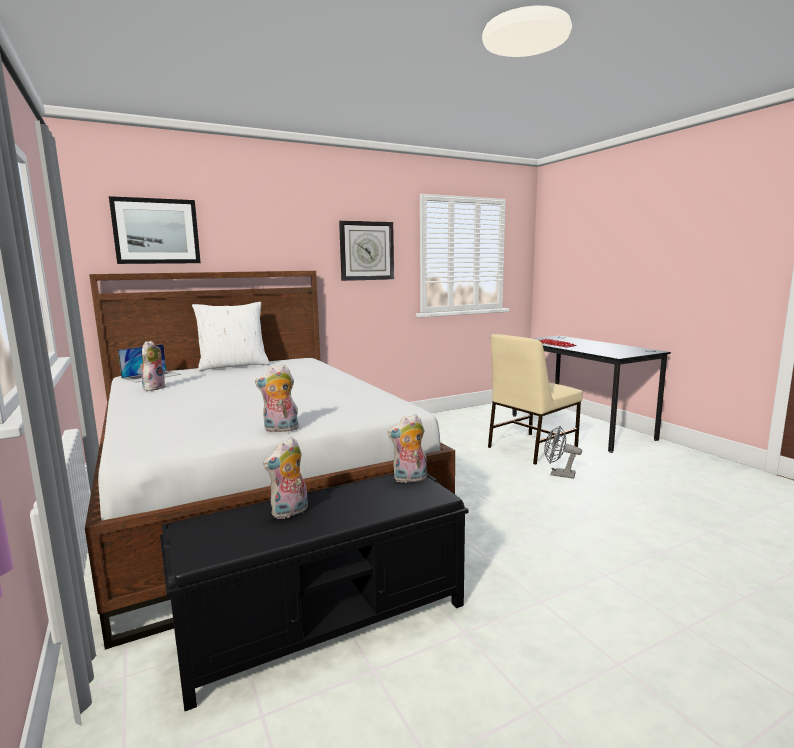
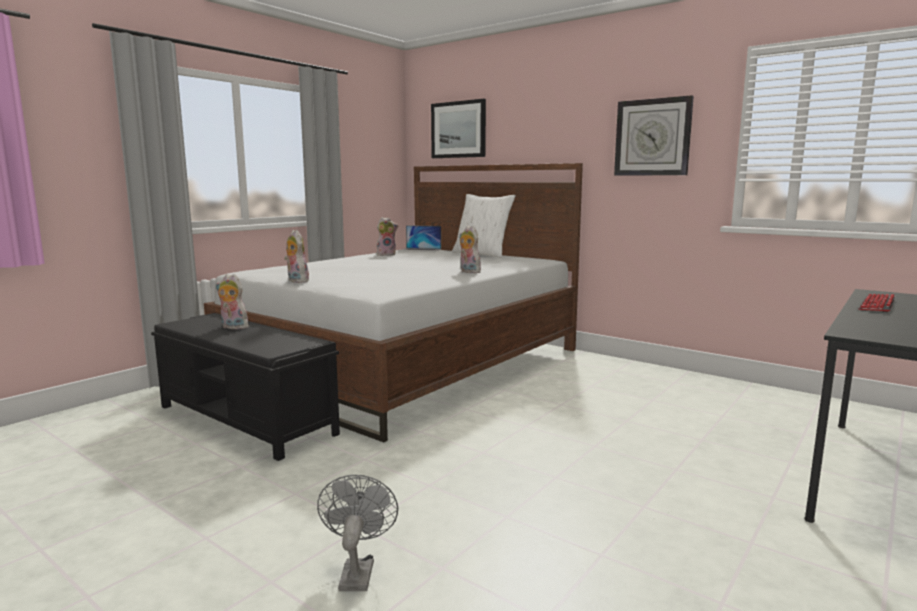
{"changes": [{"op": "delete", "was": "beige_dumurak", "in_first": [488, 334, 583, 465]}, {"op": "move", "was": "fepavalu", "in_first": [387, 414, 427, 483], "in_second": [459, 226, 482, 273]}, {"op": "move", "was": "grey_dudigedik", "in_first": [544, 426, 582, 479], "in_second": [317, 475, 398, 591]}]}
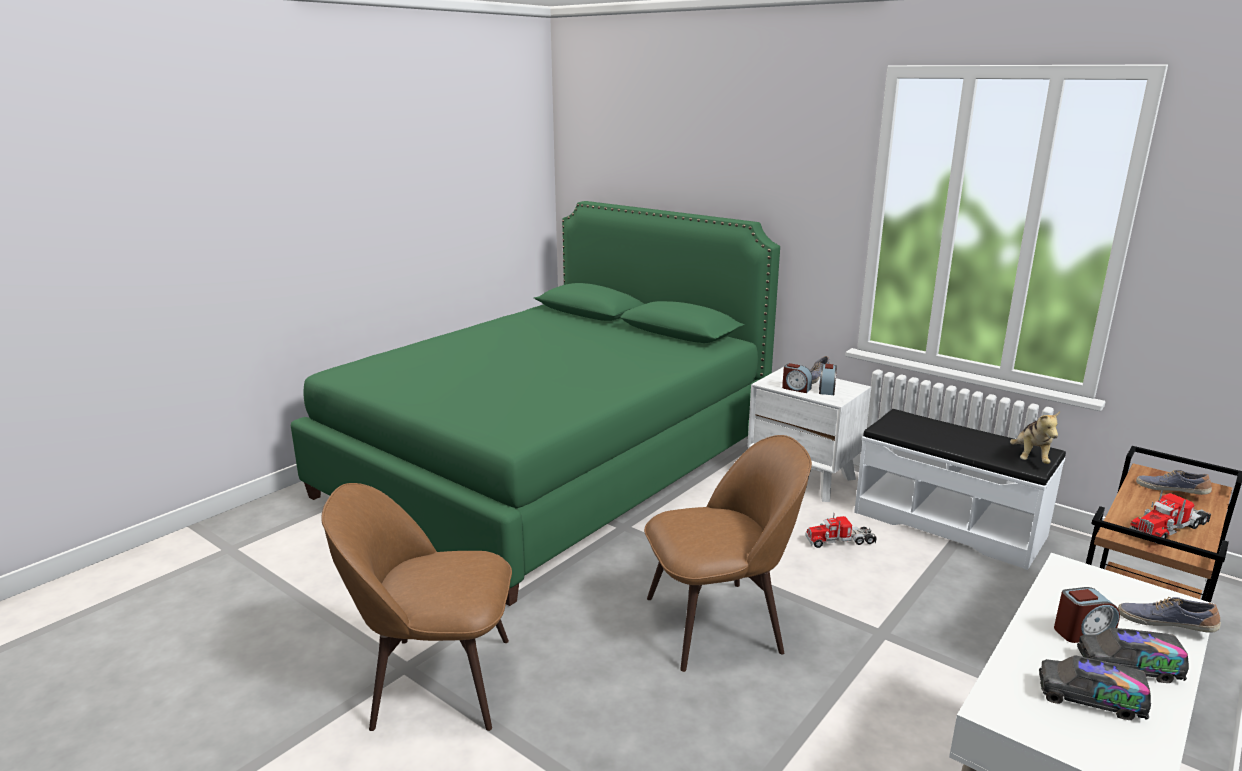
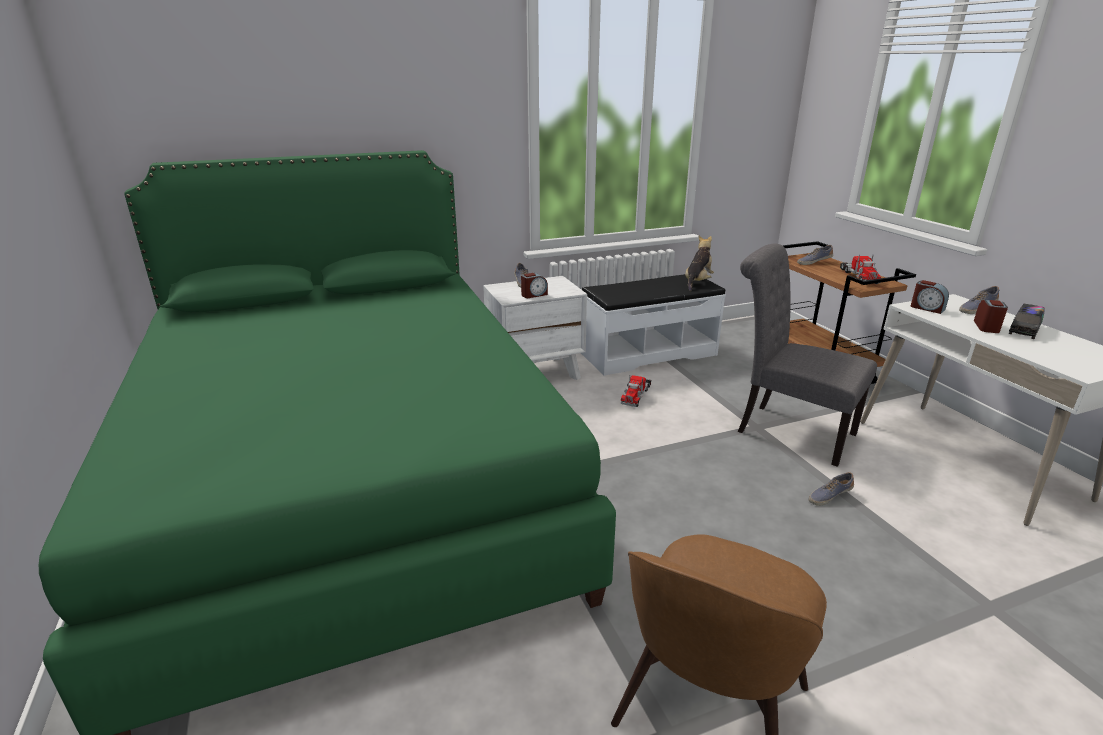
{"changes": [{"op": "delete", "was": "brown_dumurak", "in_first": [644, 435, 812, 672]}, {"op": "delete", "was": "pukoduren", "in_first": [1039, 655, 1151, 720]}, {"op": "insert", "now": "grey_dumurak", "in_second": [738, 244, 877, 467]}, {"op": "insert", "now": "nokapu", "in_second": [809, 472, 854, 506]}, {"op": "move", "was": "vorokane", "in_first": [819, 364, 837, 395], "in_second": [911, 280, 949, 314]}, {"op": "rotate", "was": "fepavalu", "in_first": [1010, 411, 1060, 464], "in_second": [685, 236, 714, 291], "clockwise": -105}]}
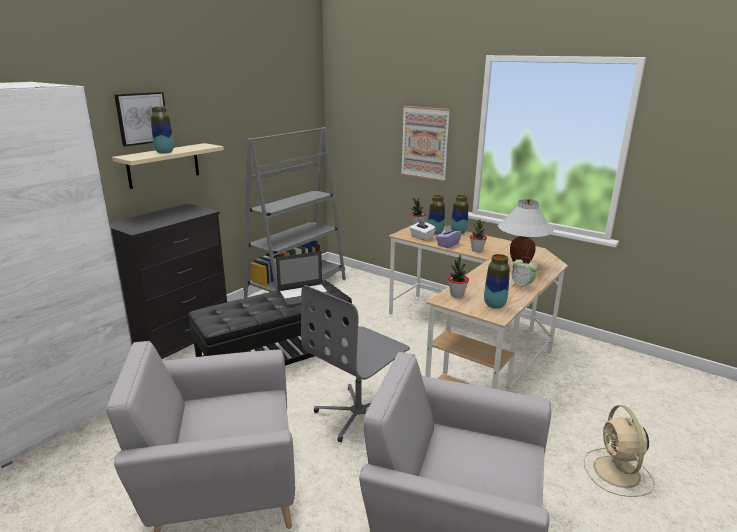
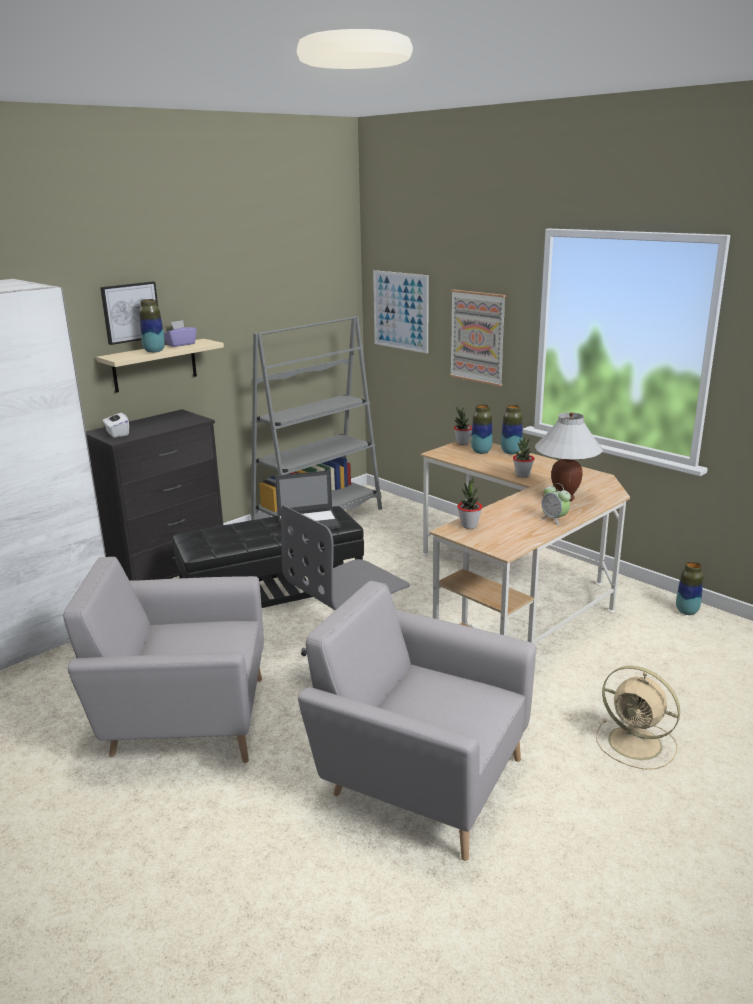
{"changes": [{"op": "insert", "now": "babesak", "in_second": [373, 270, 429, 353]}, {"op": "move", "was": "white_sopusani", "in_first": [410, 220, 436, 241], "in_second": [103, 410, 129, 438]}, {"op": "move", "was": "purple_sopusani", "in_first": [436, 225, 462, 248], "in_second": [164, 320, 197, 347]}, {"op": "move", "was": "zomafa", "in_first": [484, 254, 510, 309], "in_second": [676, 562, 703, 615]}, {"op": "rotate", "was": "beige_dudigedik", "in_first": [584, 405, 655, 497], "in_second": [596, 666, 680, 769], "clockwise": -60}]}
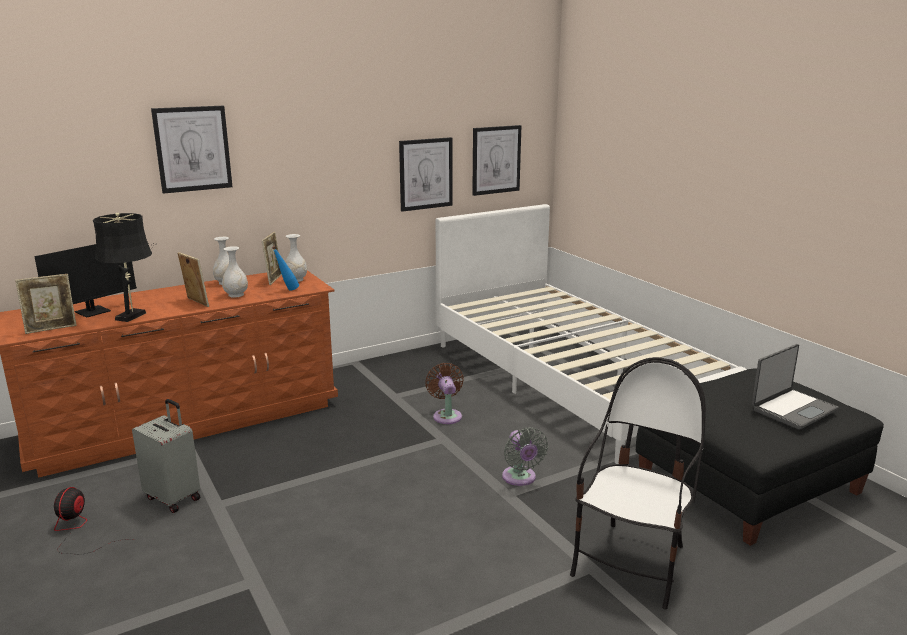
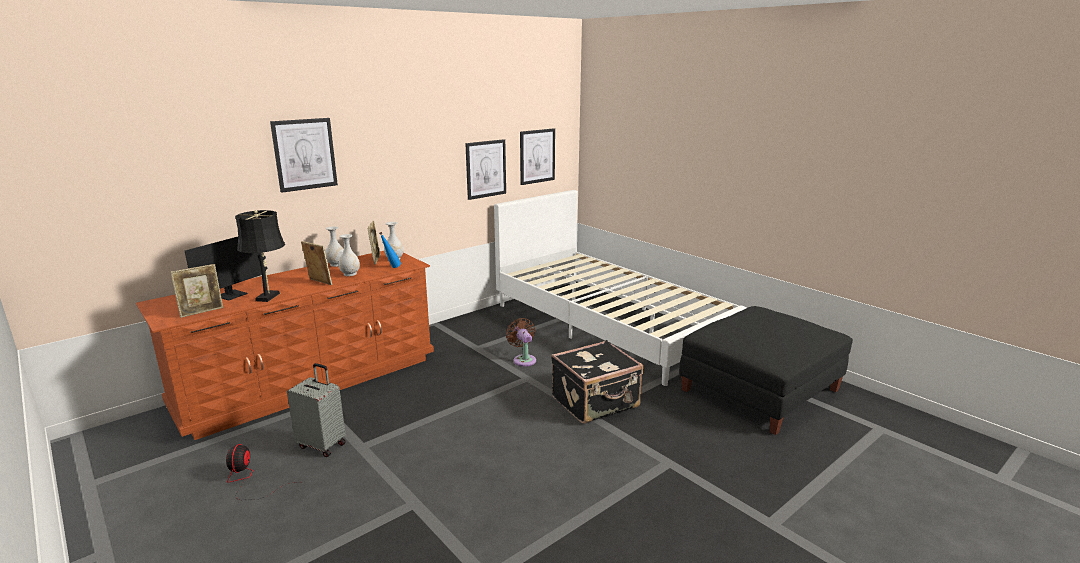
{"changes": [{"op": "delete", "was": "dumurak", "in_first": [570, 357, 706, 610]}, {"op": "delete", "was": "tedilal", "in_first": [752, 344, 839, 430]}, {"op": "replace", "was": "grey_dudigedik", "now": "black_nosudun", "in_first": [502, 428, 548, 486], "in_second": [551, 340, 643, 424]}]}
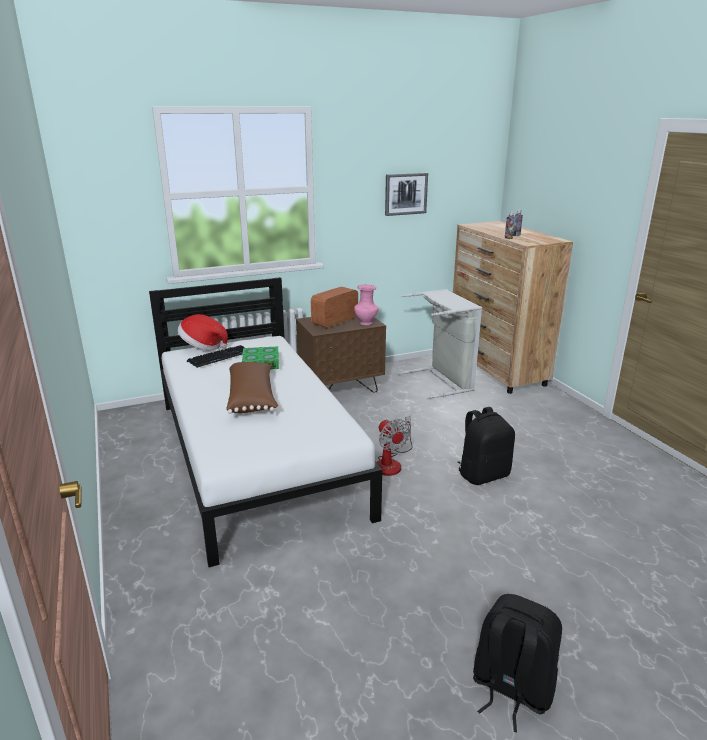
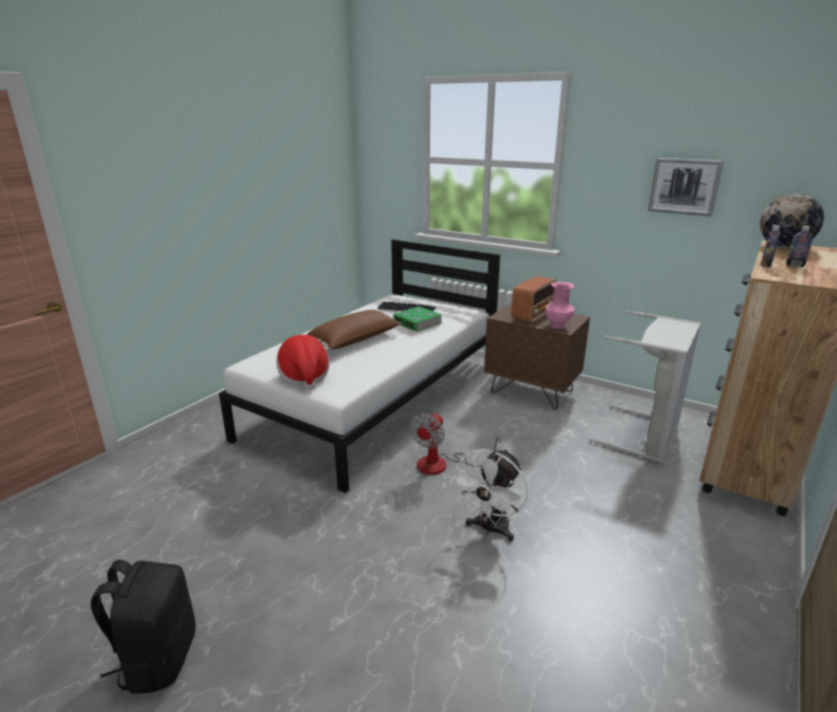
{"changes": [{"op": "insert", "now": "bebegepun", "in_second": [760, 193, 824, 248]}, {"op": "move", "was": "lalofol", "in_first": [178, 314, 228, 351], "in_second": [276, 335, 329, 390]}, {"op": "replace", "was": "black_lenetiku", "now": "white_dudigedik", "in_first": [458, 407, 515, 485], "in_second": [450, 449, 528, 542]}, {"op": "rotate", "was": "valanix", "in_first": [311, 287, 358, 329], "in_second": [511, 276, 557, 324], "clockwise": 120}]}
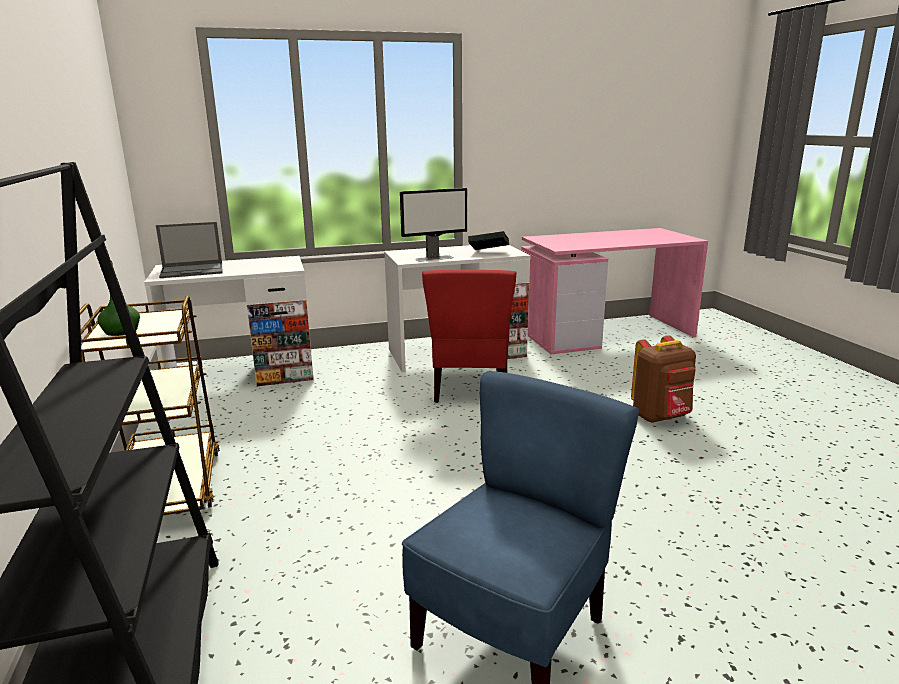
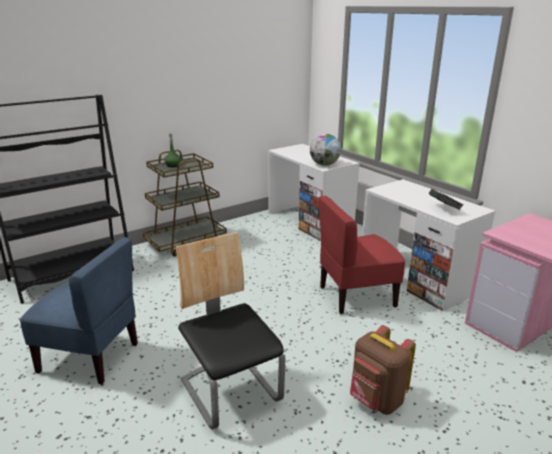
{"changes": [{"op": "delete", "was": "tedilal", "in_first": [156, 222, 222, 278]}, {"op": "delete", "was": "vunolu", "in_first": [400, 188, 467, 262]}, {"op": "insert", "now": "dumurak", "in_second": [176, 232, 285, 430]}, {"op": "insert", "now": "bebegepun", "in_second": [310, 134, 341, 166]}]}
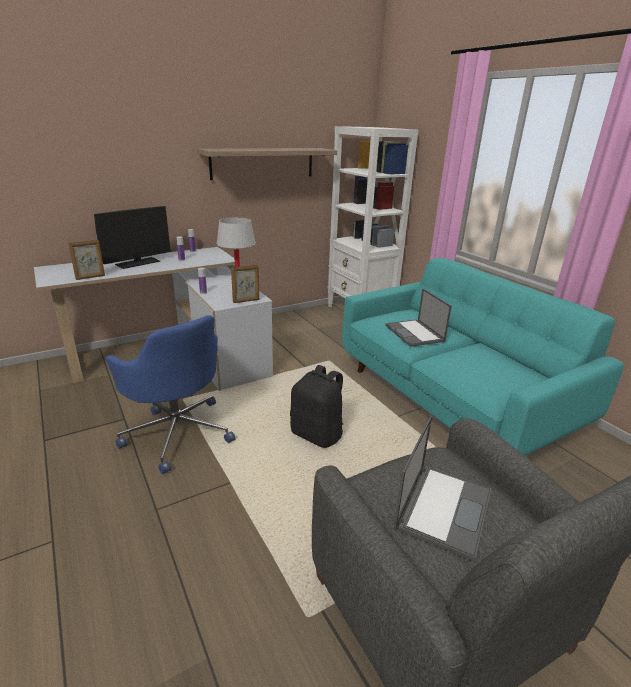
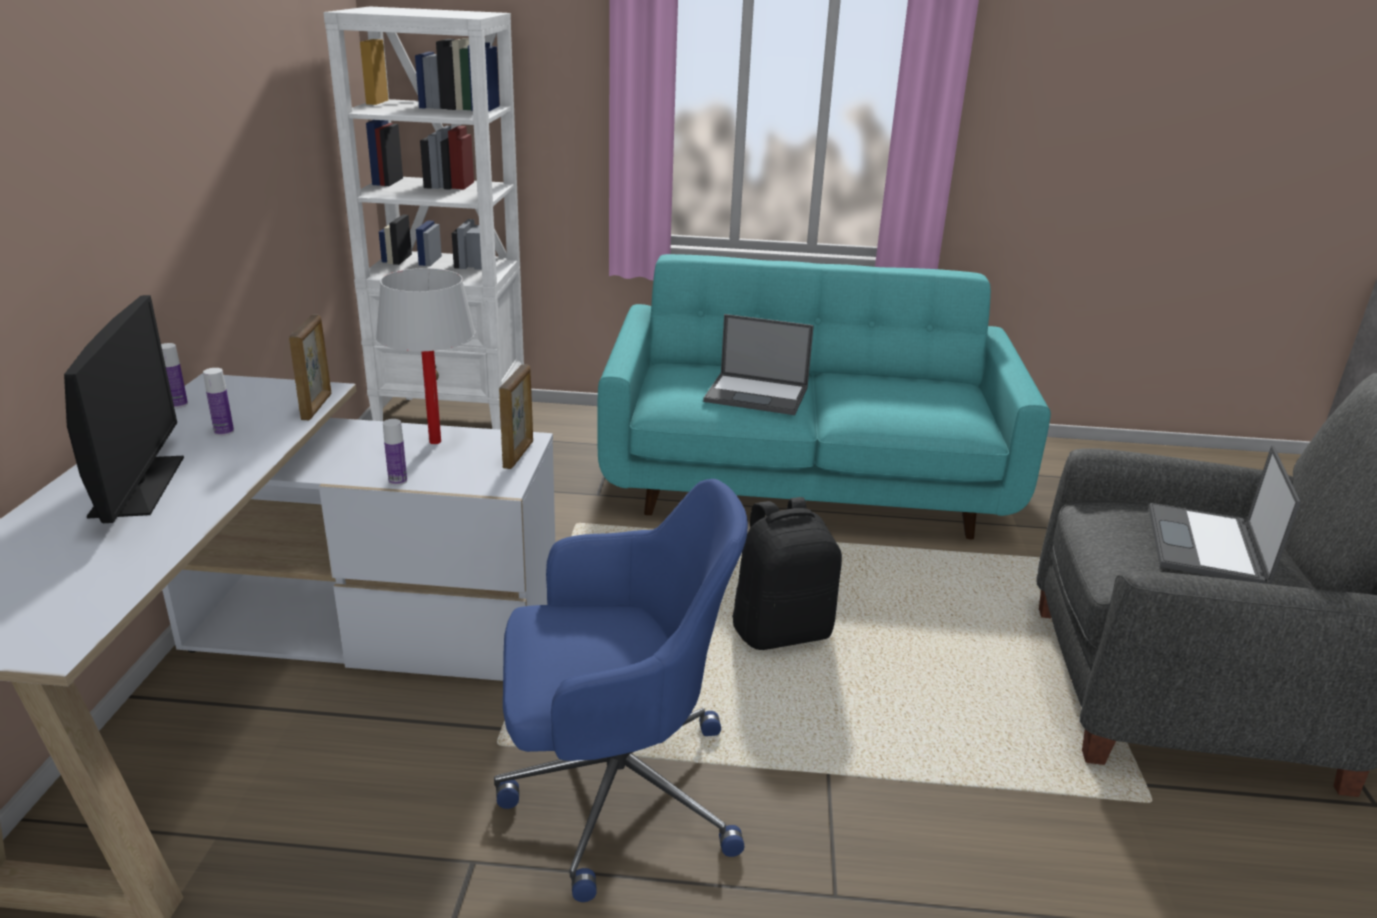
{"changes": [{"op": "delete", "was": "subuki", "in_first": [197, 148, 337, 180]}, {"op": "move", "was": "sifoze", "in_first": [68, 240, 105, 280], "in_second": [289, 315, 331, 420]}, {"op": "rotate", "was": "tedilal", "in_first": [394, 416, 492, 562], "in_second": [1149, 445, 1301, 584], "clockwise": -135}]}
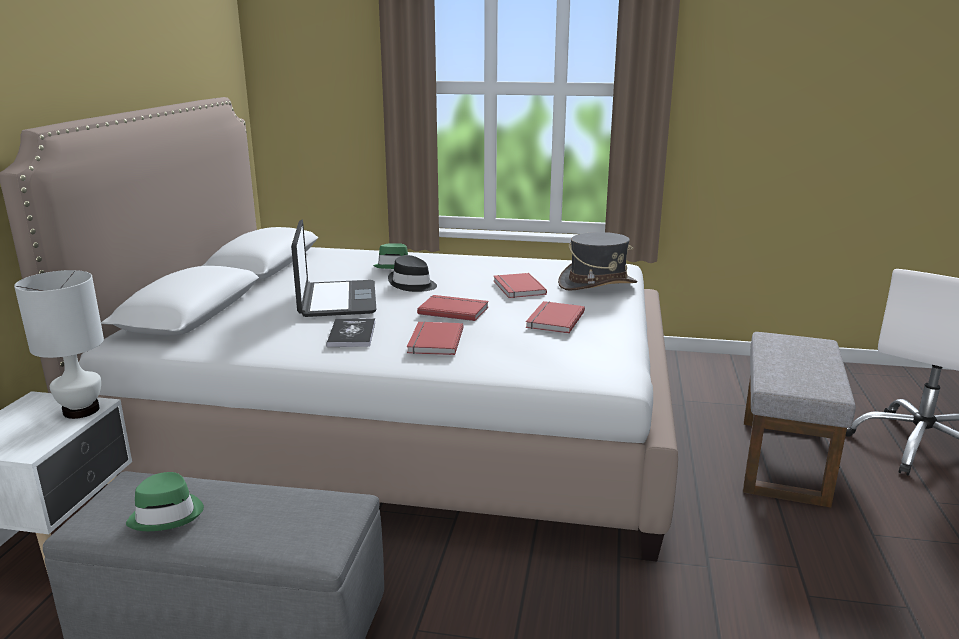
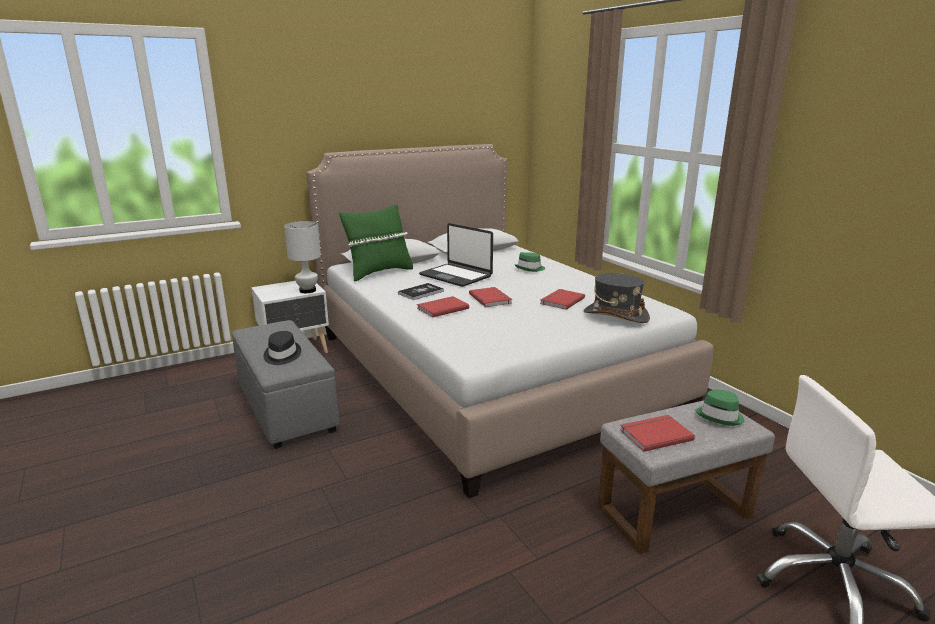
{"changes": [{"op": "insert", "now": "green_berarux", "in_second": [339, 204, 413, 282]}, {"op": "move", "was": "green_lalofol", "in_first": [126, 472, 204, 531], "in_second": [695, 389, 744, 426]}, {"op": "move", "was": "black_lalofol", "in_first": [388, 255, 437, 292], "in_second": [264, 331, 301, 365]}, {"op": "move", "was": "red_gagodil", "in_first": [526, 301, 585, 333], "in_second": [620, 415, 695, 452]}, {"op": "rotate", "was": "tedilal", "in_first": [291, 220, 376, 317], "in_second": [419, 223, 493, 287], "clockwise": 90}]}
